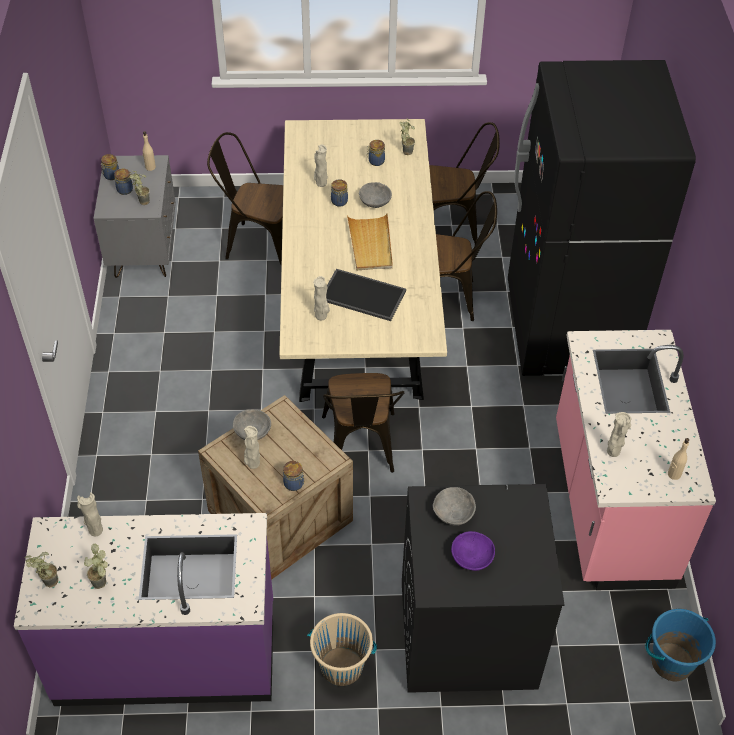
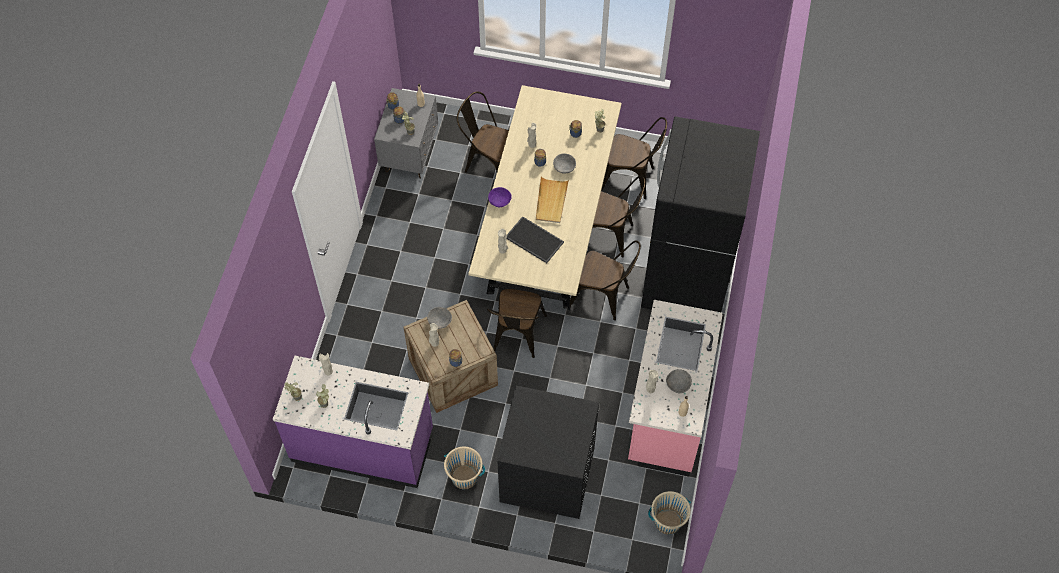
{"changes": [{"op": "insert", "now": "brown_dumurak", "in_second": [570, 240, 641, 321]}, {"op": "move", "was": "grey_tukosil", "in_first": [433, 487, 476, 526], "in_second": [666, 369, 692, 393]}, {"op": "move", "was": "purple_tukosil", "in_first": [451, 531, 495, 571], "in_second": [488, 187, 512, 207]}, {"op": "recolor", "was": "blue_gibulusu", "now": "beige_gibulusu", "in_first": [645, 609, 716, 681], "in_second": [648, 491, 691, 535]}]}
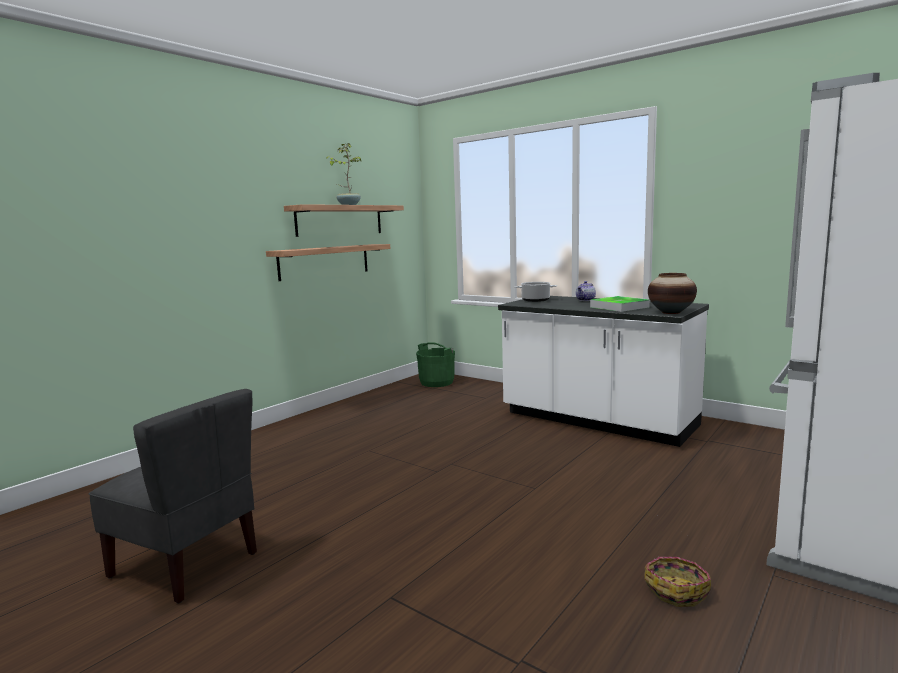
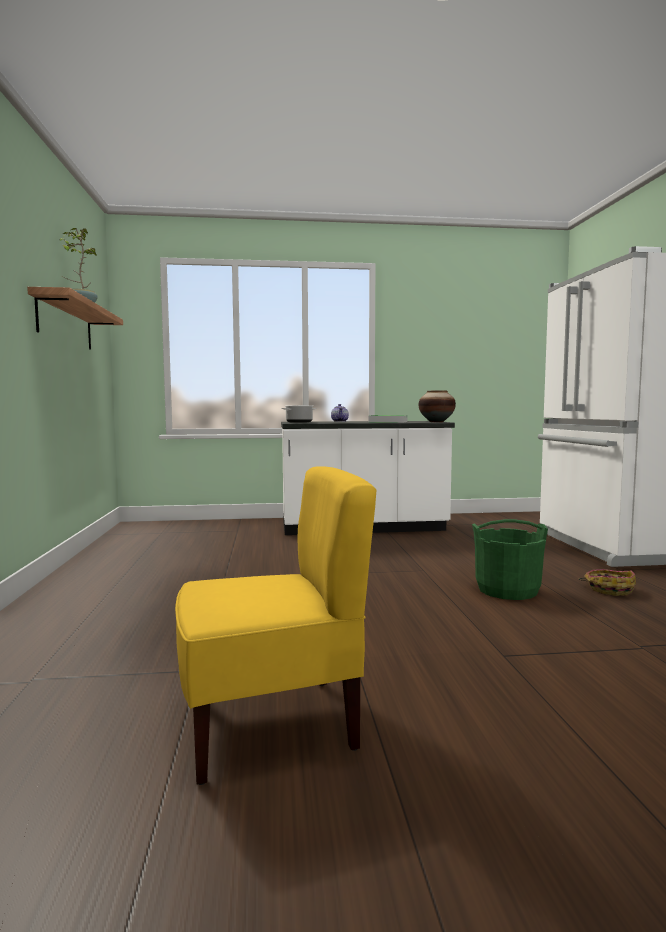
{"changes": [{"op": "delete", "was": "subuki", "in_first": [266, 244, 390, 281]}, {"op": "move", "was": "green_gibulusu", "in_first": [416, 342, 455, 387], "in_second": [472, 519, 548, 600]}, {"op": "recolor", "was": "grey_dumurak", "now": "yellow_dumurak", "in_first": [89, 389, 257, 604], "in_second": [175, 466, 376, 785]}]}
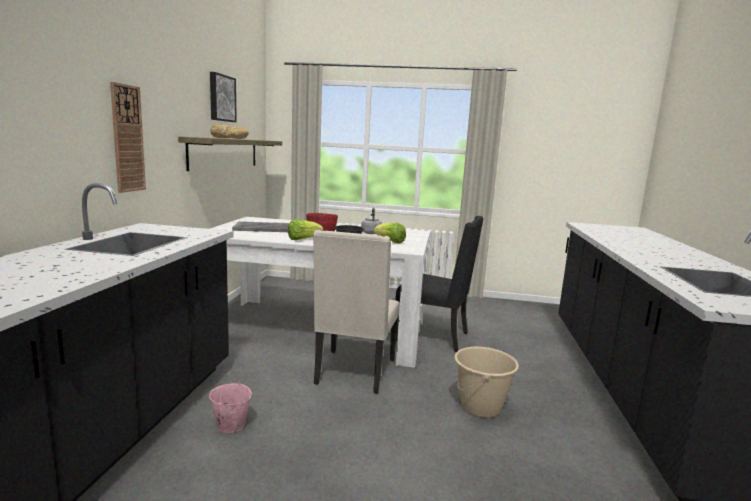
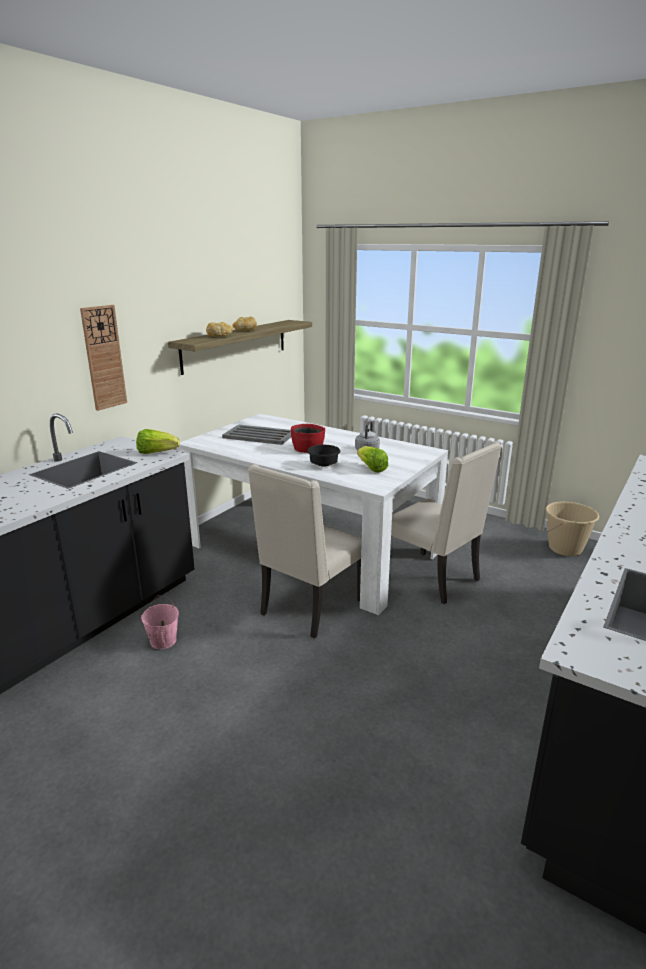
{"changes": [{"op": "delete", "was": "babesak", "in_first": [210, 72, 237, 122]}, {"op": "move", "was": "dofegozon", "in_first": [288, 219, 323, 240], "in_second": [136, 429, 180, 454]}, {"op": "move", "was": "beige_gibulusu", "in_first": [455, 347, 519, 418], "in_second": [545, 502, 599, 556]}, {"op": "recolor", "was": "black_dumurak", "now": "beige_dumurak", "in_first": [395, 216, 484, 352], "in_second": [391, 441, 502, 604]}]}
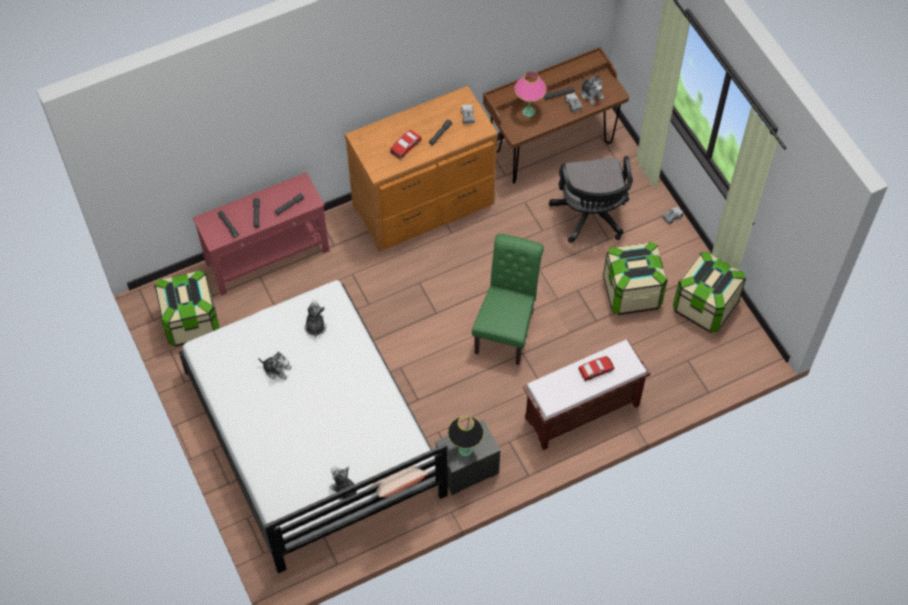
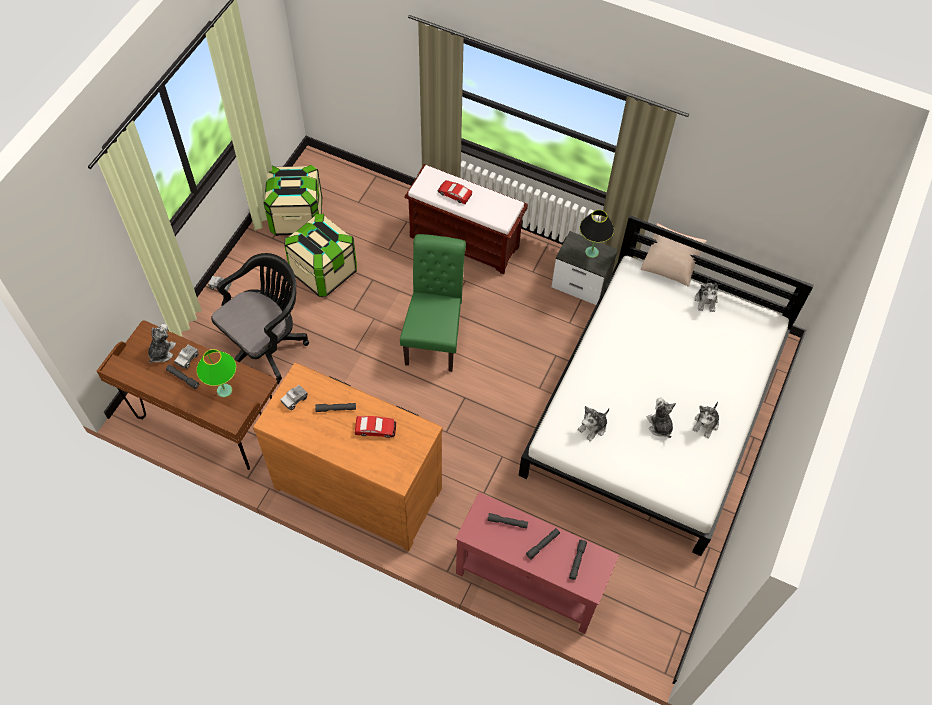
{"changes": [{"op": "delete", "was": "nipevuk", "in_first": [154, 270, 220, 347]}, {"op": "insert", "now": "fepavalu", "in_second": [693, 402, 719, 438]}, {"op": "recolor", "was": "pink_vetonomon", "now": "green_vetonomon", "in_first": [514, 71, 547, 117], "in_second": [197, 349, 236, 397]}, {"op": "rotate", "was": "green_dumurak", "in_first": [472, 234, 544, 365], "in_second": [400, 234, 466, 372], "clockwise": 120}]}
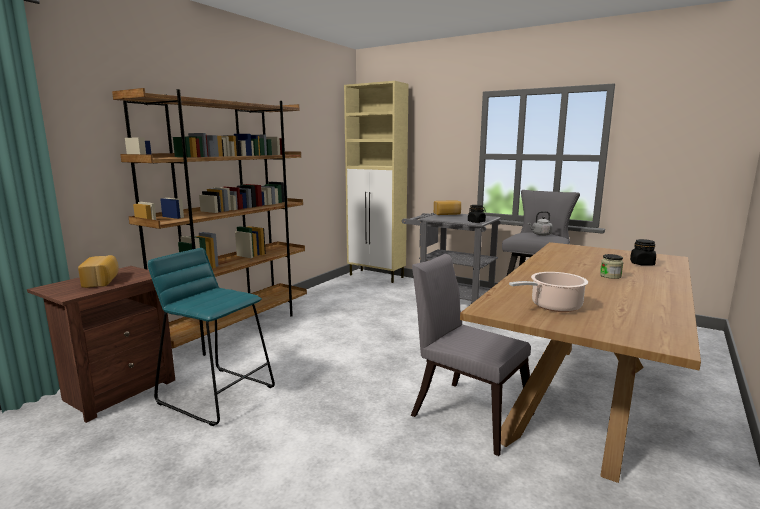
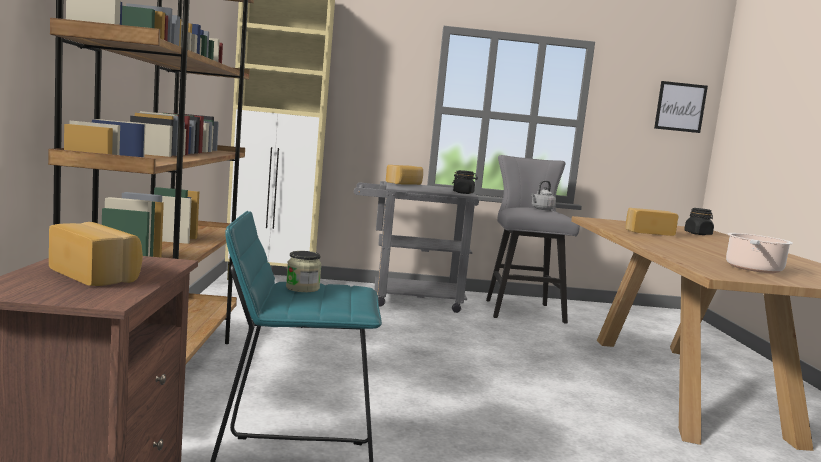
{"changes": [{"op": "delete", "was": "grey_dumurak", "in_first": [411, 254, 534, 456]}, {"op": "insert", "now": "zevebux", "in_second": [626, 208, 678, 236]}, {"op": "insert", "now": "babesak", "in_second": [654, 81, 708, 133]}, {"op": "move", "was": "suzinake", "in_first": [600, 254, 623, 279], "in_second": [286, 251, 322, 292]}]}
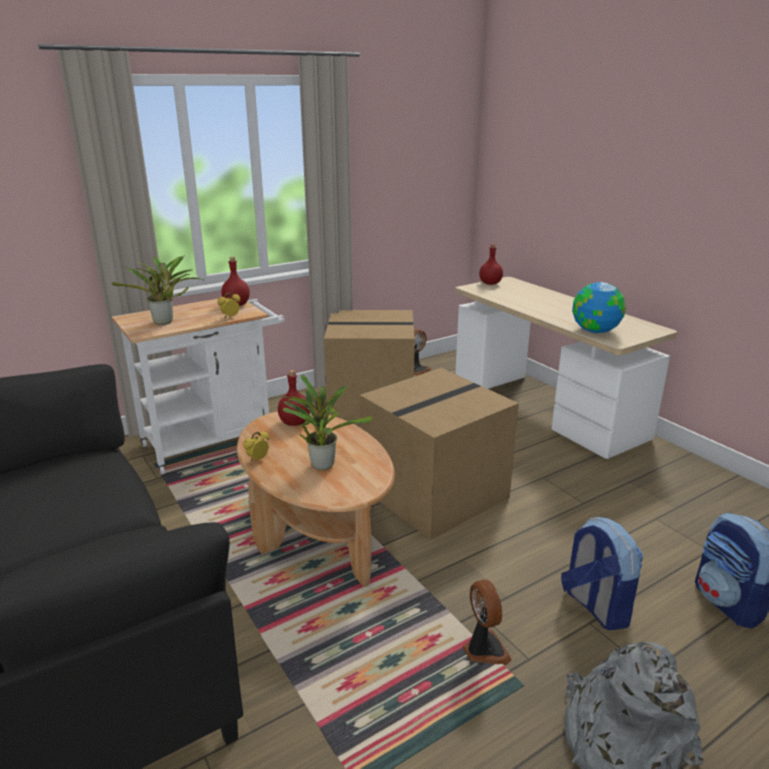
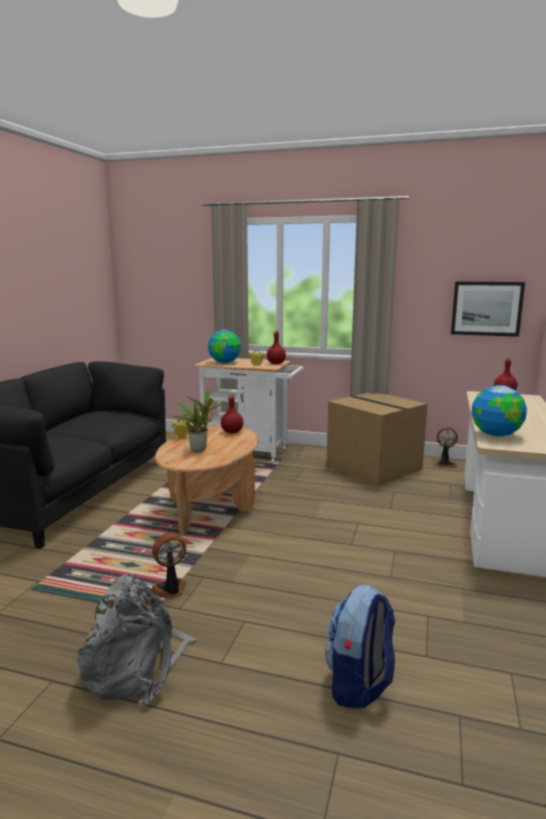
{"changes": [{"op": "delete", "was": "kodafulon", "in_first": [360, 368, 519, 540]}, {"op": "delete", "was": "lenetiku", "in_first": [561, 517, 643, 631]}, {"op": "insert", "now": "babesak", "in_second": [451, 281, 525, 337]}, {"op": "replace", "was": "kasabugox", "now": "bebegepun", "in_first": [112, 255, 203, 325], "in_second": [208, 330, 241, 363]}, {"op": "rotate", "was": "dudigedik", "in_first": [463, 580, 512, 665], "in_second": [151, 532, 186, 599], "clockwise": -150}]}
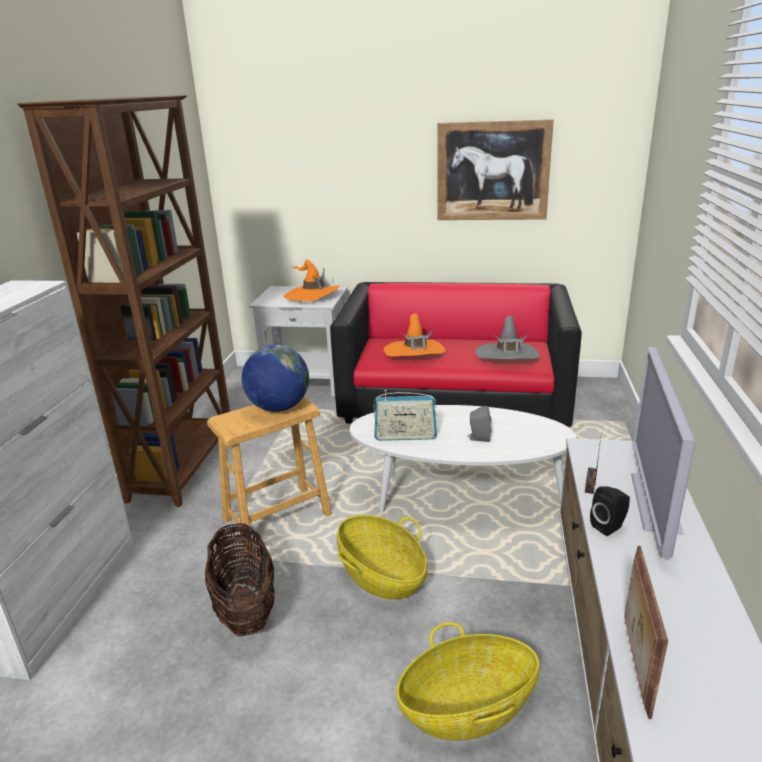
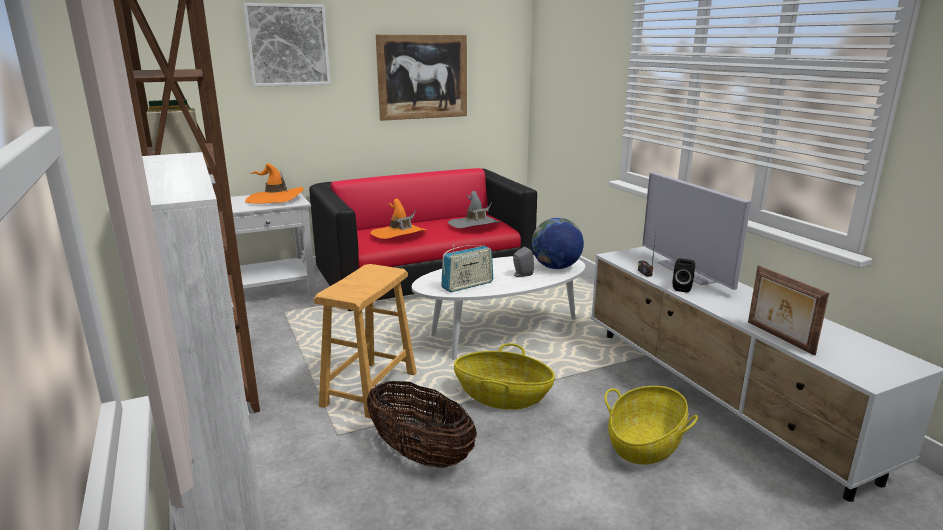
{"changes": [{"op": "insert", "now": "babesak", "in_second": [243, 3, 331, 87]}, {"op": "move", "was": "bebegepun", "in_first": [242, 345, 309, 412], "in_second": [532, 218, 584, 269]}]}
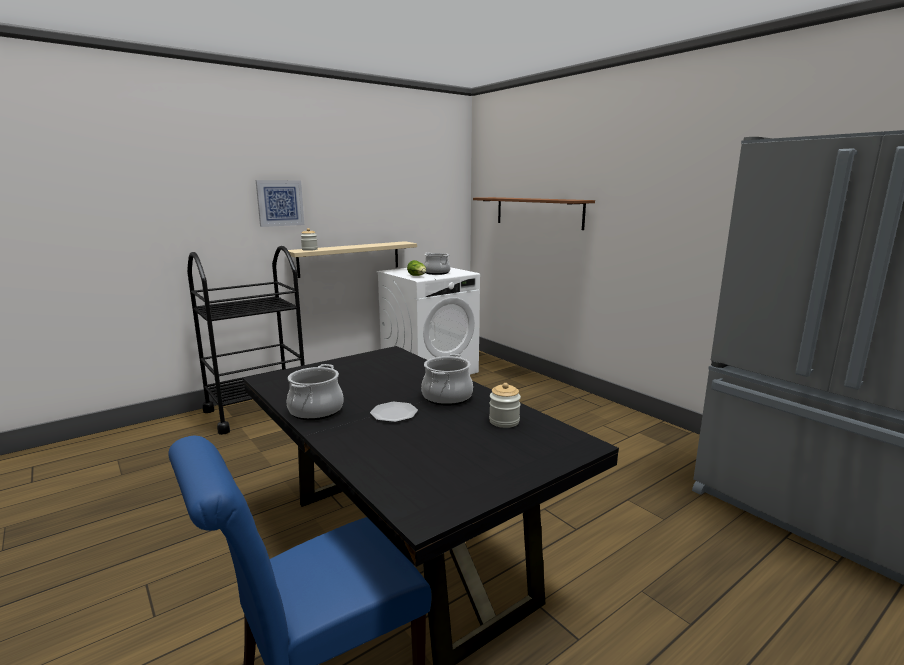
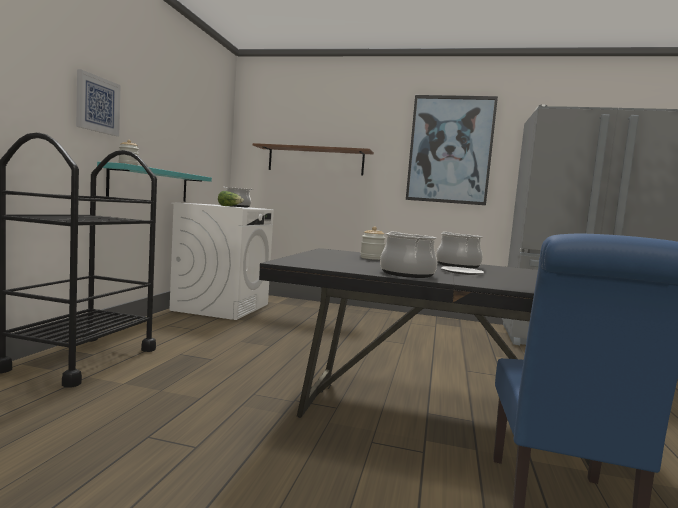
{"changes": [{"op": "insert", "now": "babesak", "in_second": [406, 95, 498, 205]}, {"op": "move", "was": "suzinake", "in_first": [489, 383, 521, 428], "in_second": [360, 226, 385, 260]}, {"op": "recolor", "was": "beige_subuki", "now": "turquoise_subuki", "in_first": [285, 241, 417, 278], "in_second": [97, 162, 212, 202]}]}
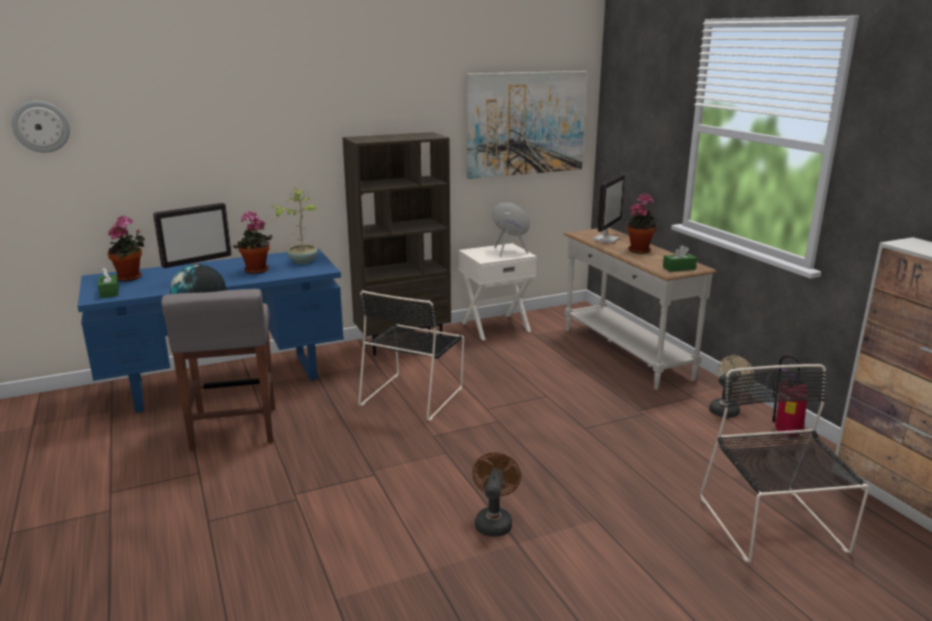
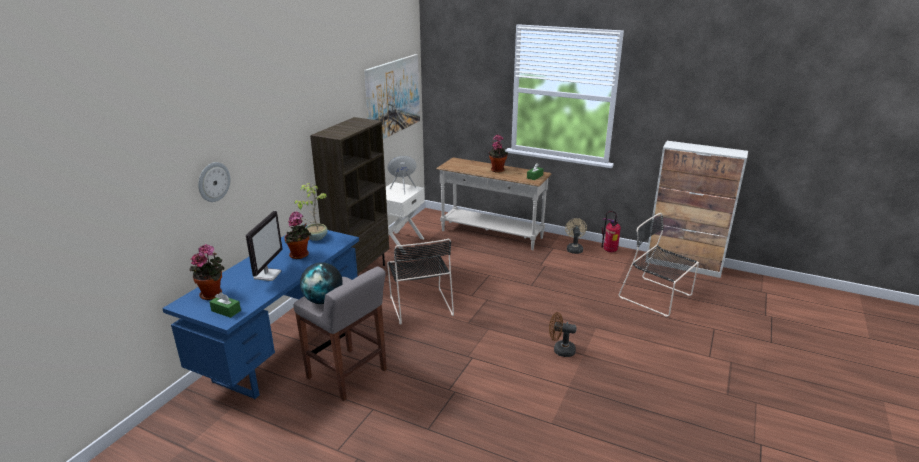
{"changes": [{"op": "delete", "was": "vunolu", "in_first": [592, 174, 625, 243]}, {"op": "move", "was": "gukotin", "in_first": [11, 101, 70, 153], "in_second": [198, 162, 230, 202]}, {"op": "rotate", "was": "brown_dudigedik", "in_first": [472, 452, 521, 537], "in_second": [549, 312, 577, 357], "clockwise": -45}]}
